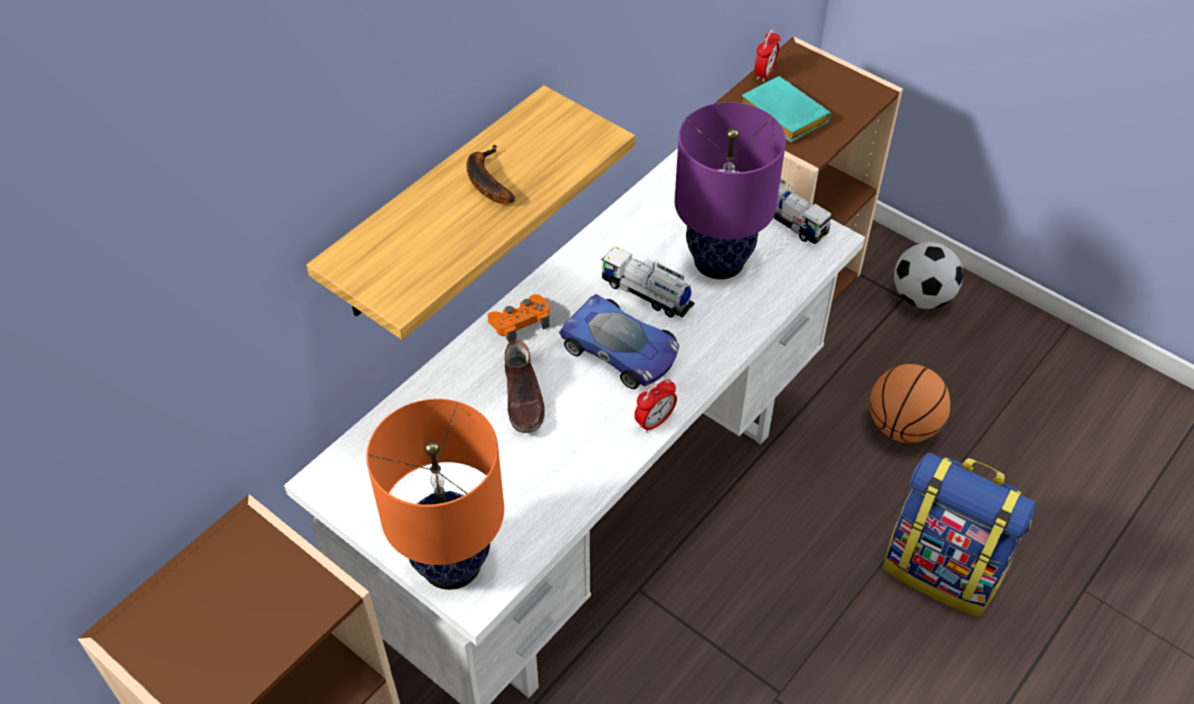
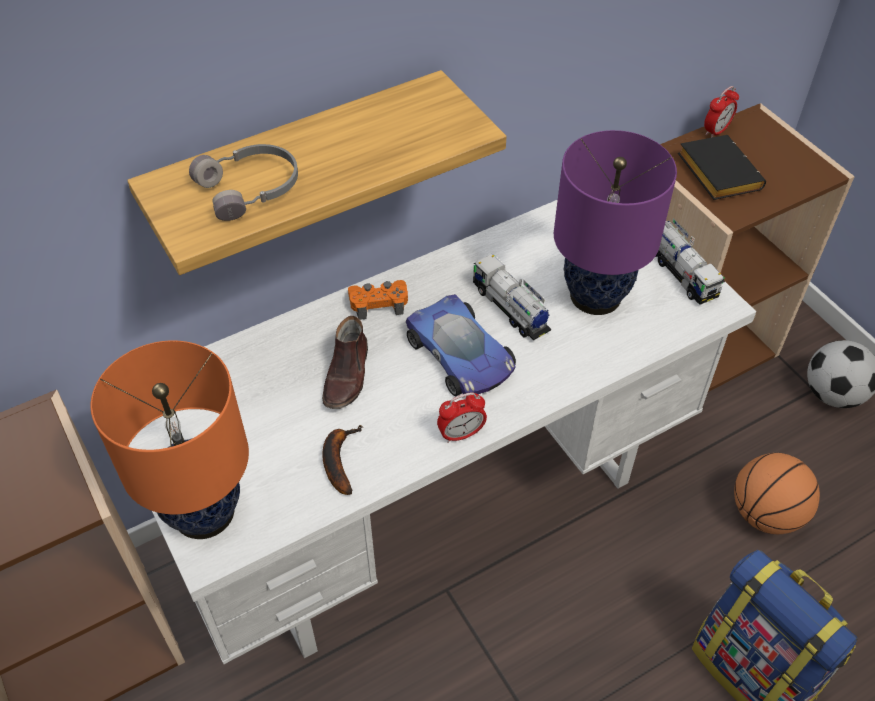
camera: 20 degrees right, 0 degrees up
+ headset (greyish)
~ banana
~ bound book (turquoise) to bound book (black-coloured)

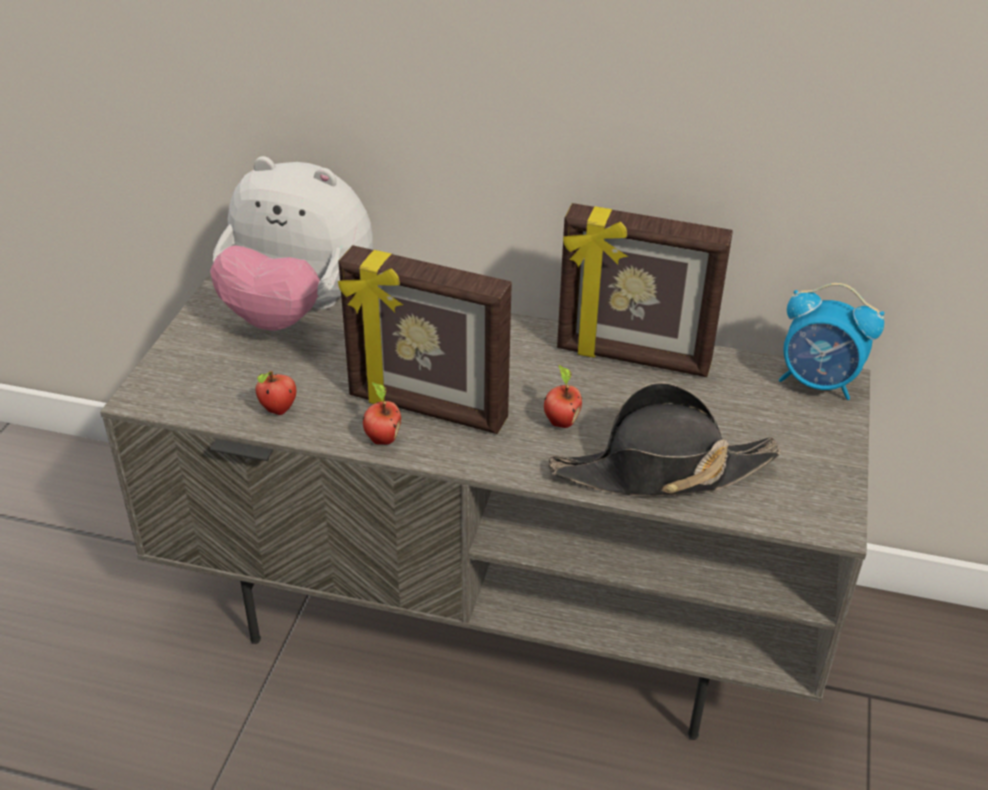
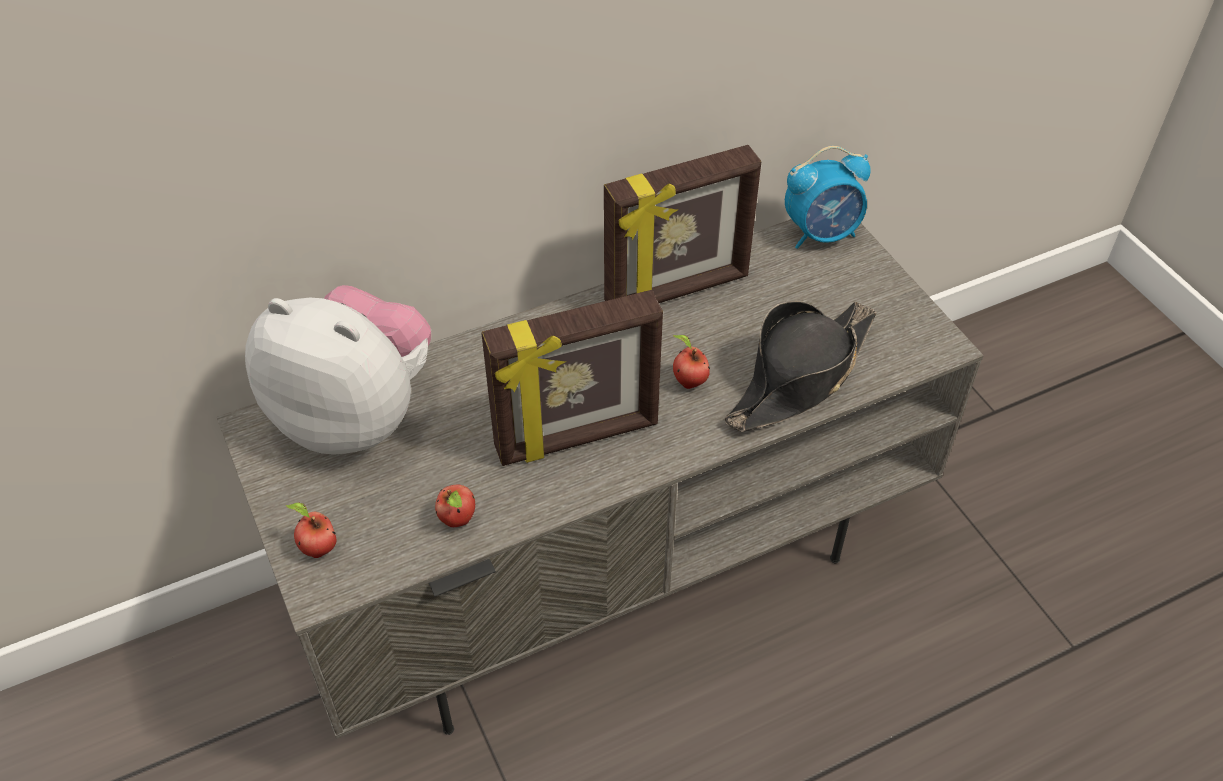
camera: 40 degrees left, 10 degrees up
~ whole apple (2nd from left in the first image) to whole apple (1st from left)
~ cuddly toy 135 degrees counterclockwise

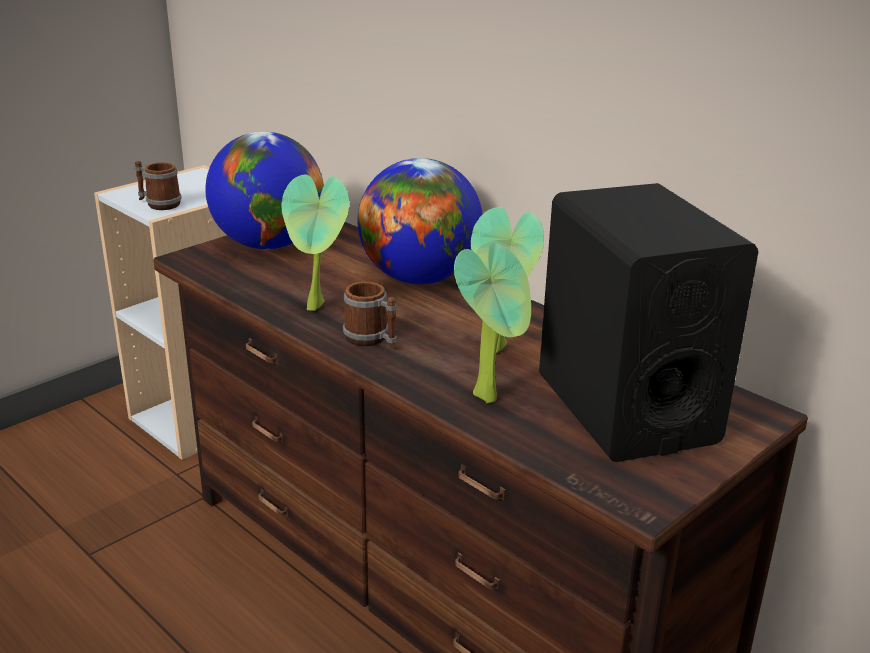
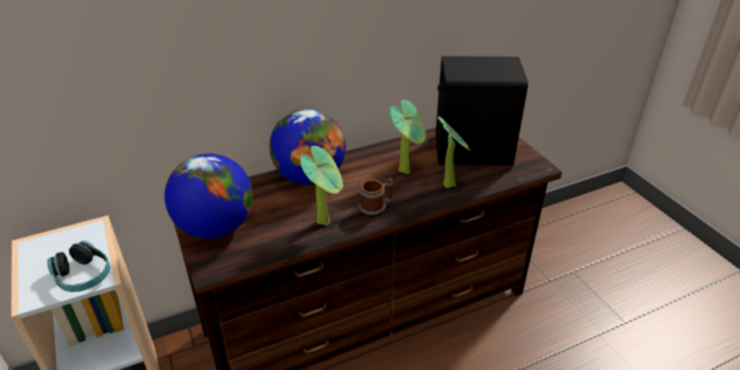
camera: 70 degrees left, 10 degrees up
~ tea mug (1st from left) to headset

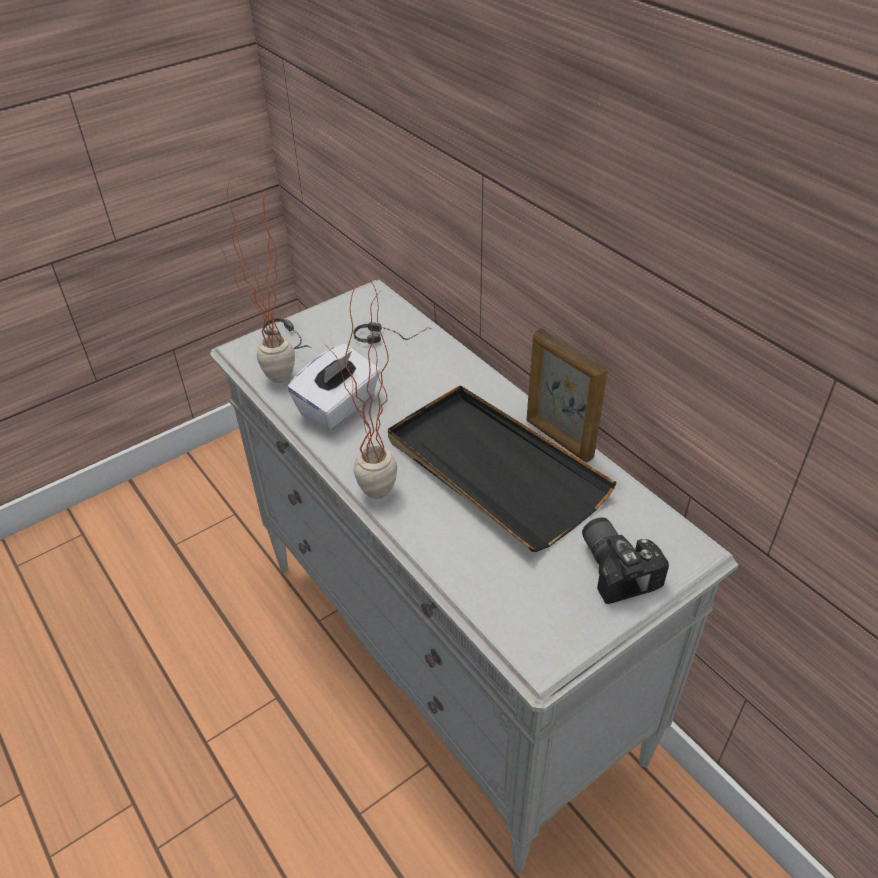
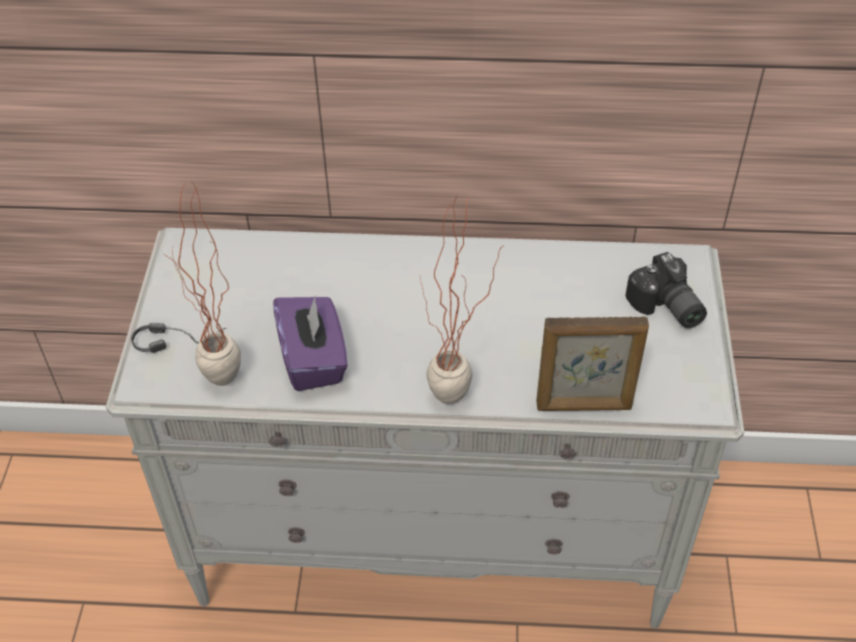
camera: 50 degrees left, 5 degrees up
- headset (2nd from left)
- tray (black-coloured)
~ standing frame
~ box of tissues (whitish) to box of tissues (purplish)
~ still camera 135 degrees counterclockwise

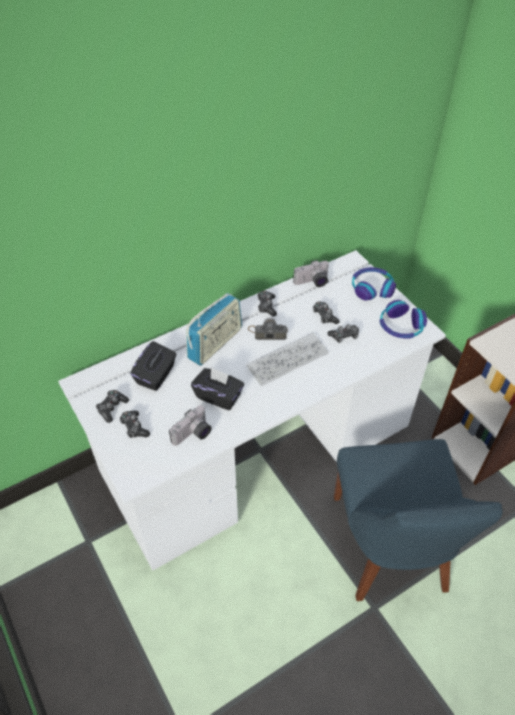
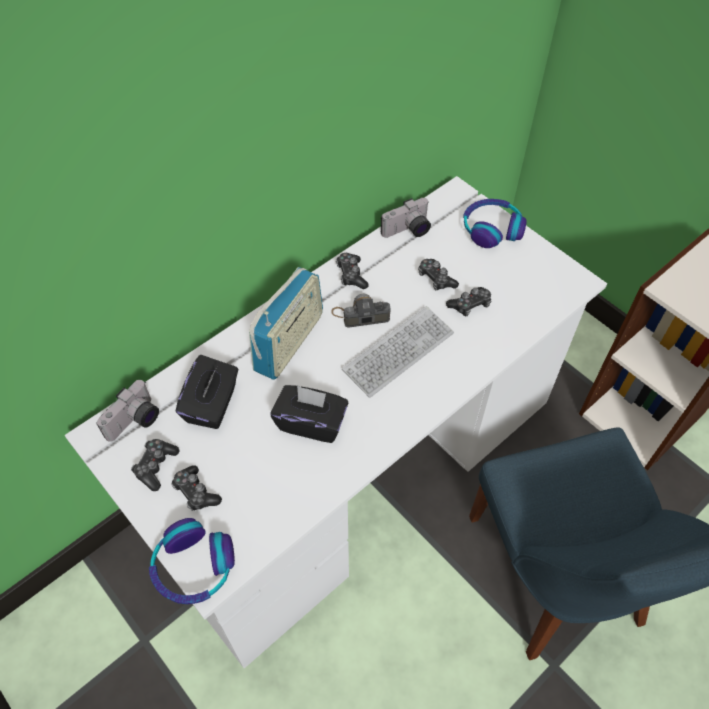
camera: 10 degrees left, 5 degrees up
~ still camera (1st from left)
~ headset (2nd from left in the first image) to headset (1st from left)

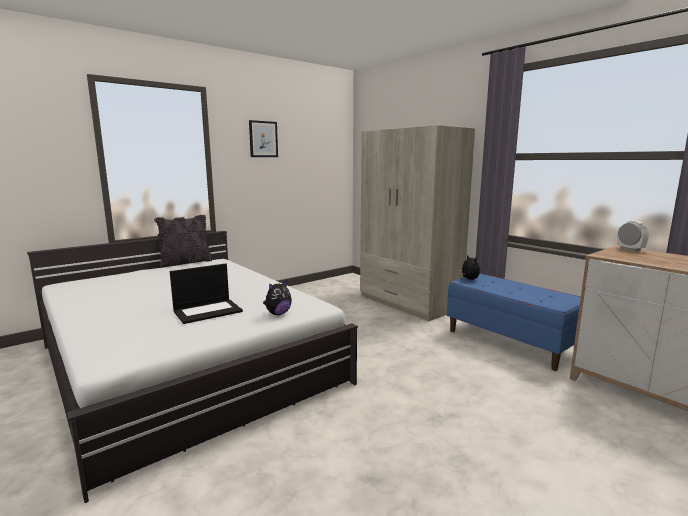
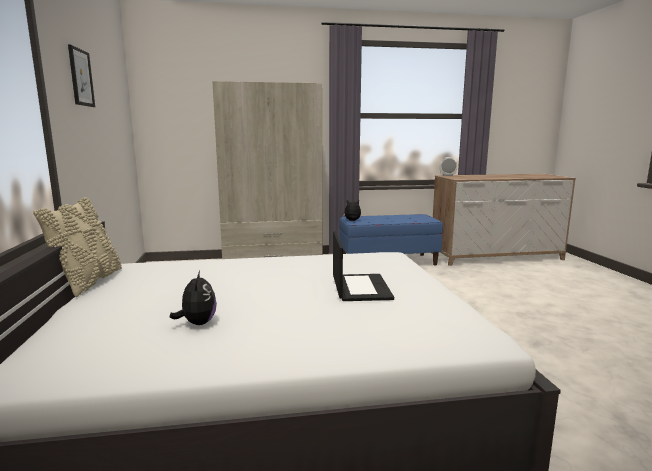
camera: 60 degrees left, 0 degrees up
~ cuddly toy (1st from left)
~ cushion (black-coloured) to cushion (sand-coloured)

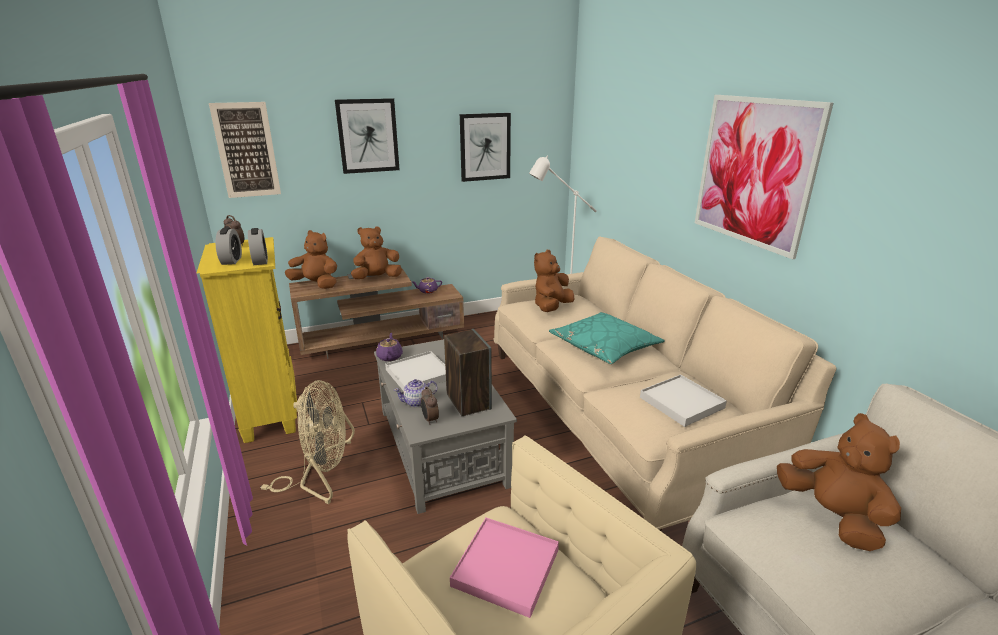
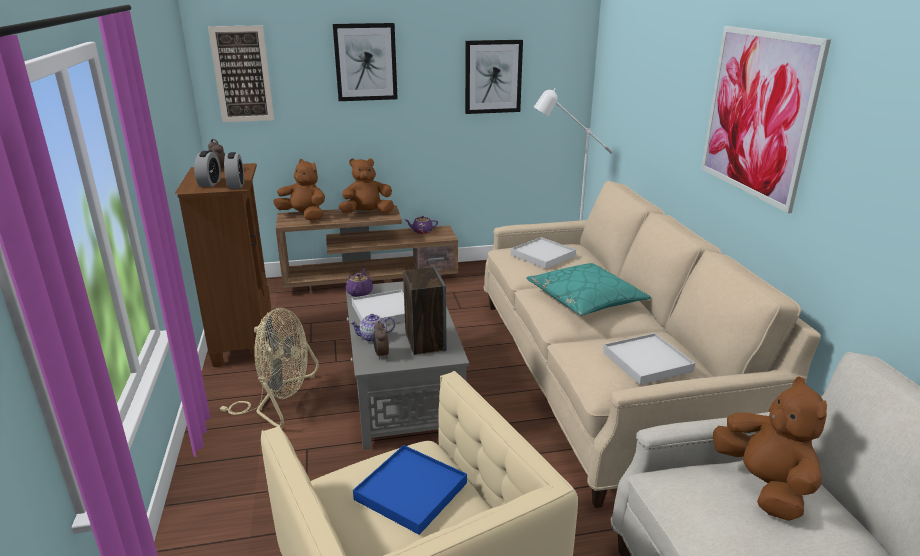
camera: 10 degrees right, 0 degrees up
~ cuddly toy (brown) (3rd from left) to tray (whitish) (2nd from left)
~ storage cabinet (yellow-coloured) to storage cabinet (brown)
~ tray (pinkish) to tray (bluish)

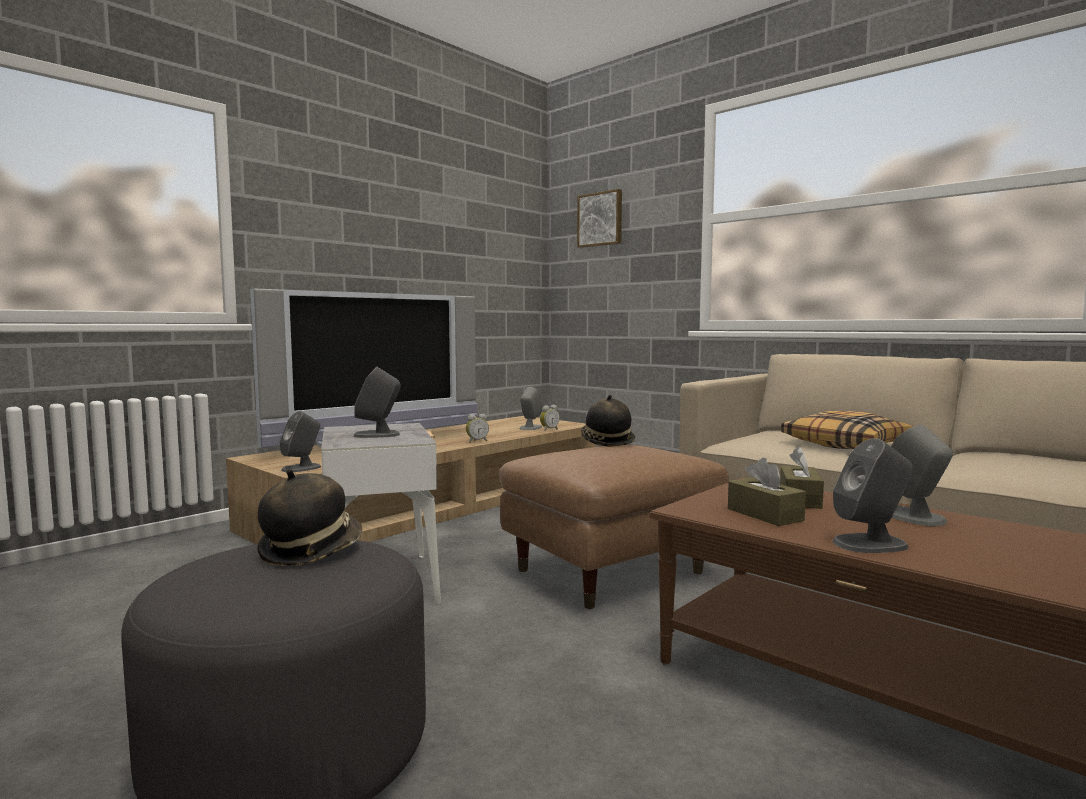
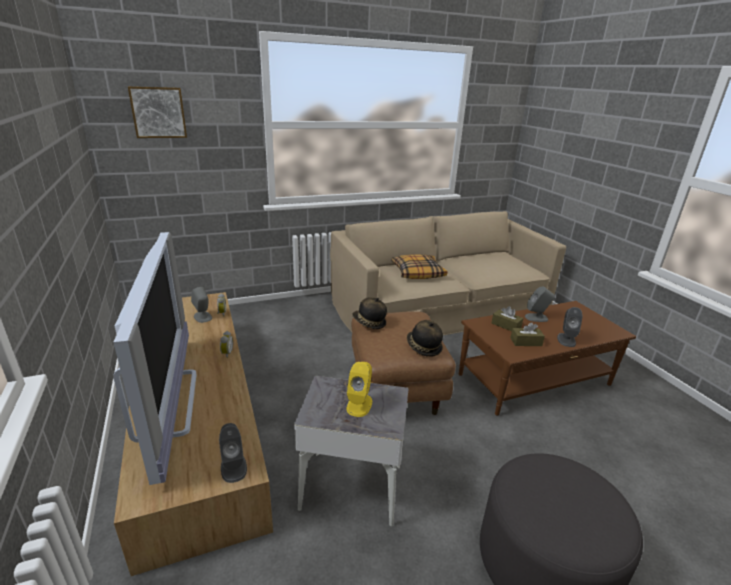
camera: 65 degrees left, 20 degrees up
~ clothing hat (1st from left in the first image) to clothing hat (2nd from left)
~ loudspeaker (greyish) (2nd from left) to loudspeaker (yellow-coloured)

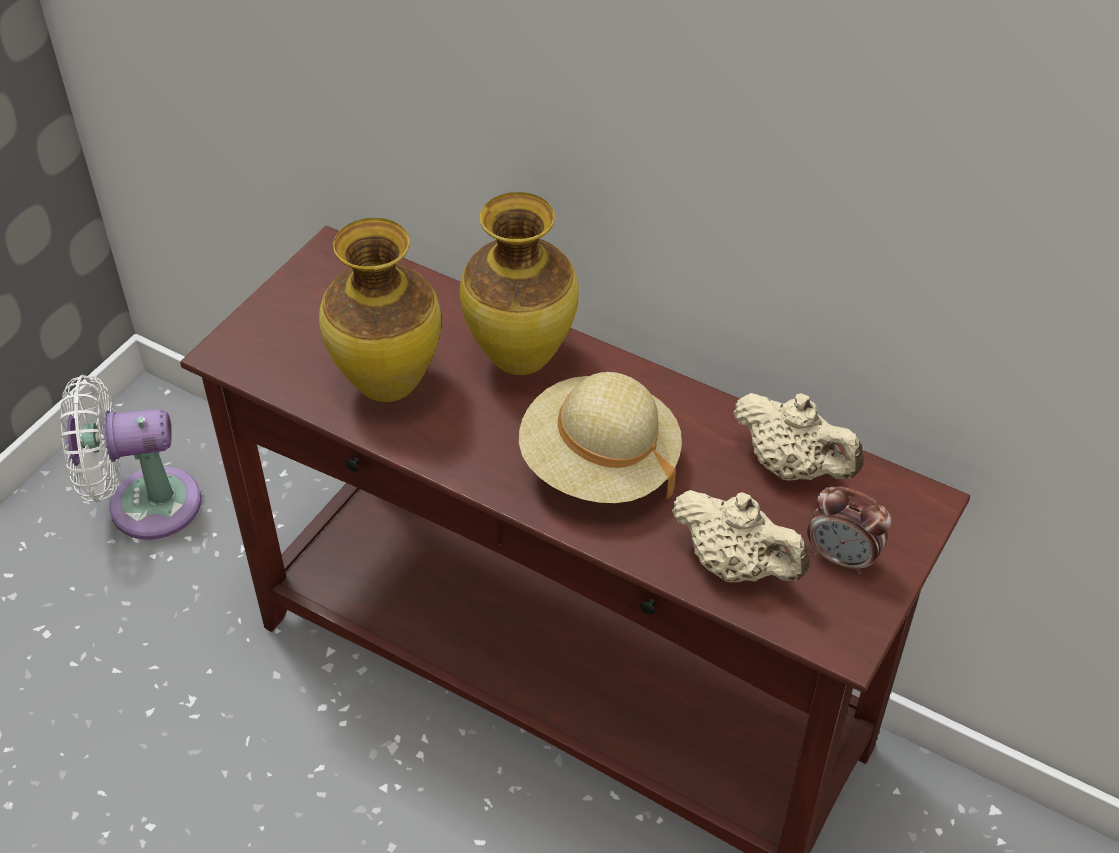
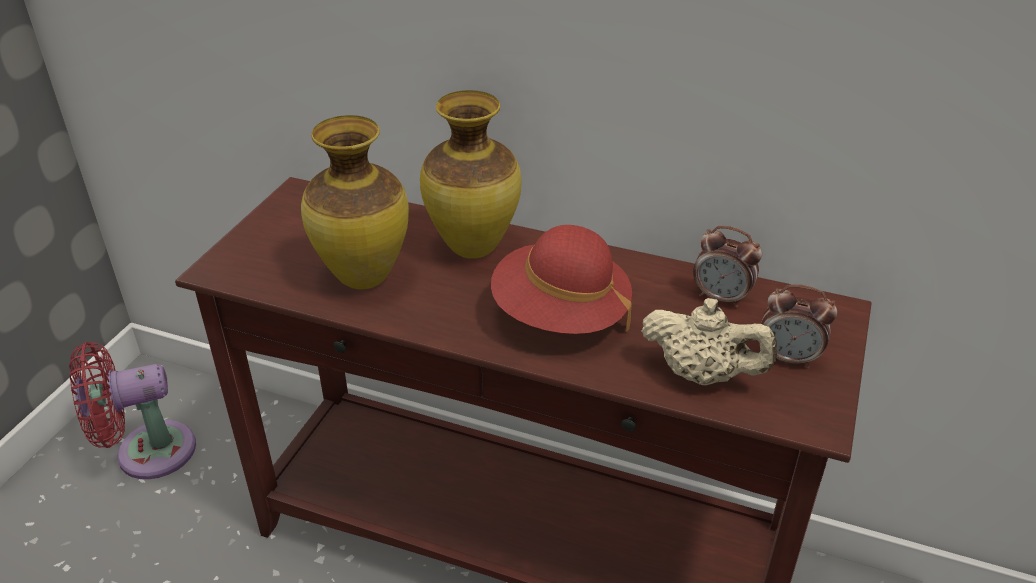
camera: 10 degrees left, 10 degrees down
~ tea pot (sand-coloured) (2nd from left) to bedside clock (1st from left)
~ cooling fan (whitish) to cooling fan (reddish)
~ clothing hat (sand-coloured) to clothing hat (reddish)

